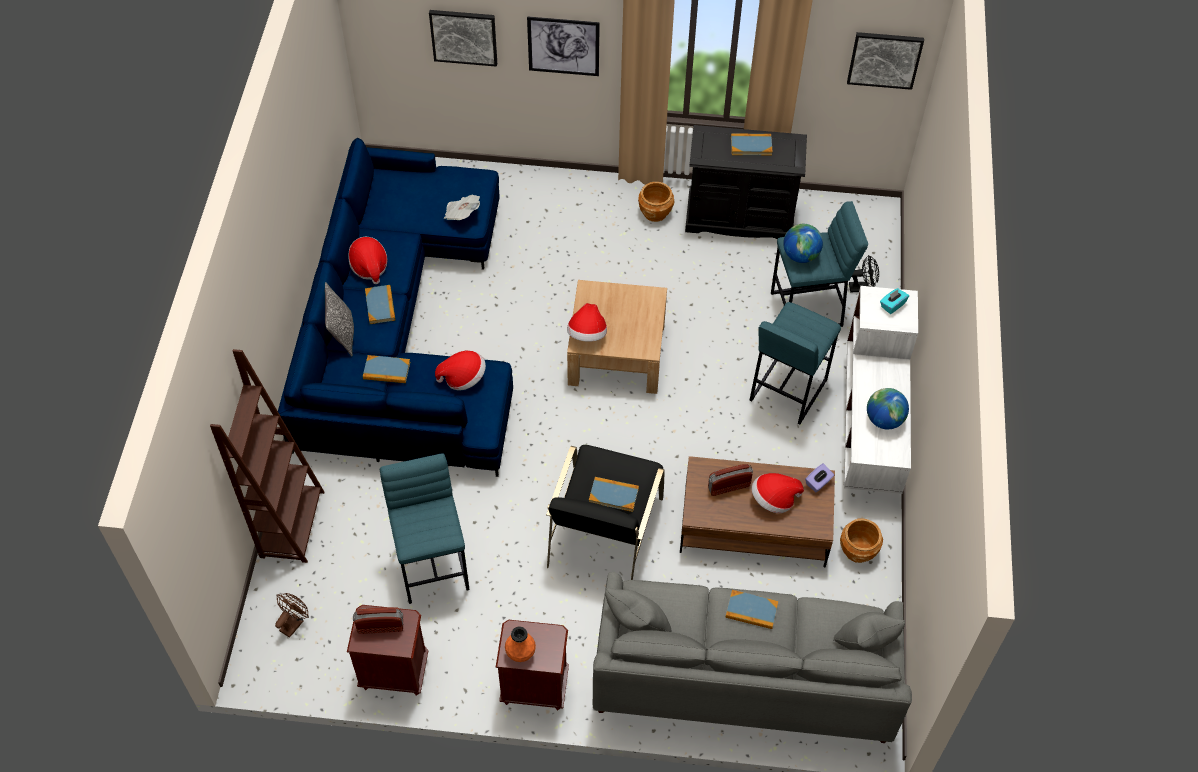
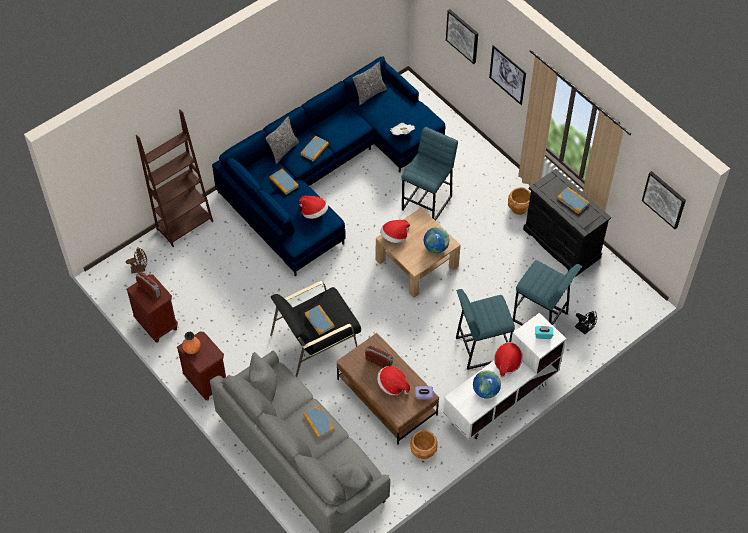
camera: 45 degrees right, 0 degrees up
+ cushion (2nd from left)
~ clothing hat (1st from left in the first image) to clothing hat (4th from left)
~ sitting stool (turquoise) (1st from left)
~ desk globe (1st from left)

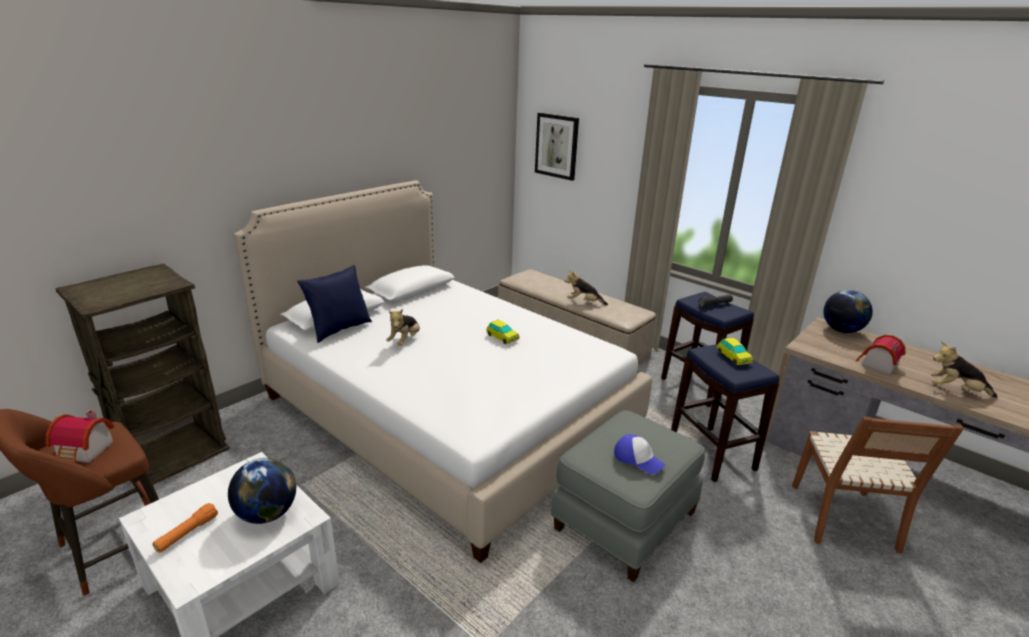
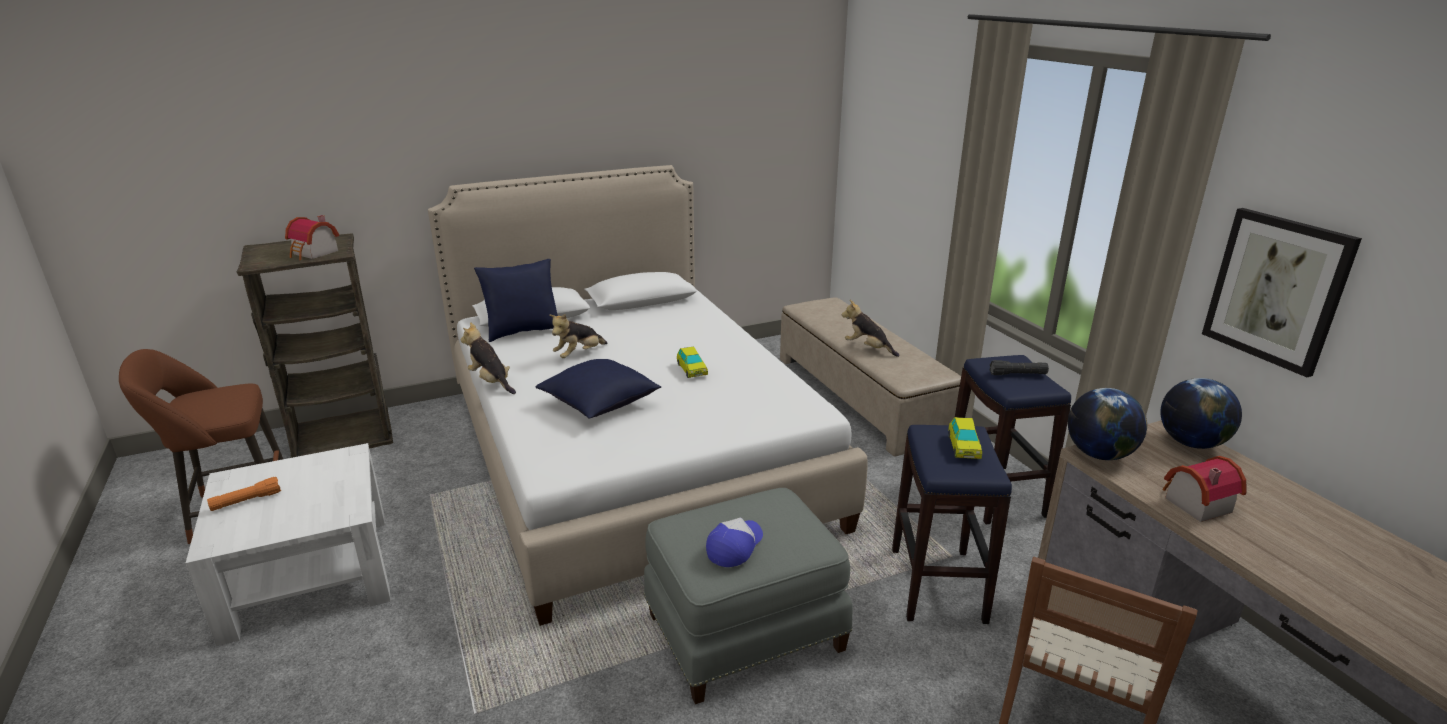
camera: 25 degrees right, 0 degrees up
+ cushion (bluish) (2nd from left)
~ miniature house (1st from left)
~ desk globe (1st from left)
~ picture
~ cuddly toy (3rd from left in the first image) to cuddly toy (1st from left)
~ cap 120 degrees counterclockwise

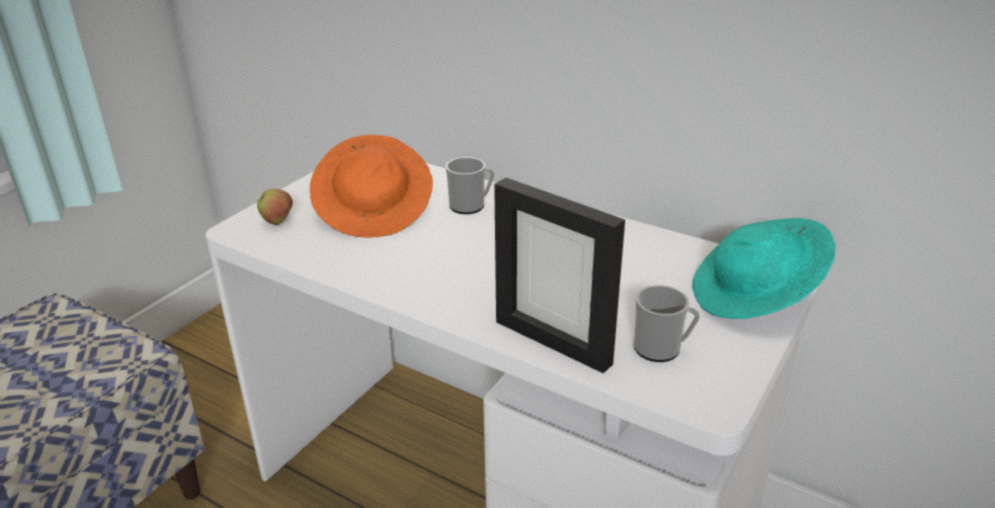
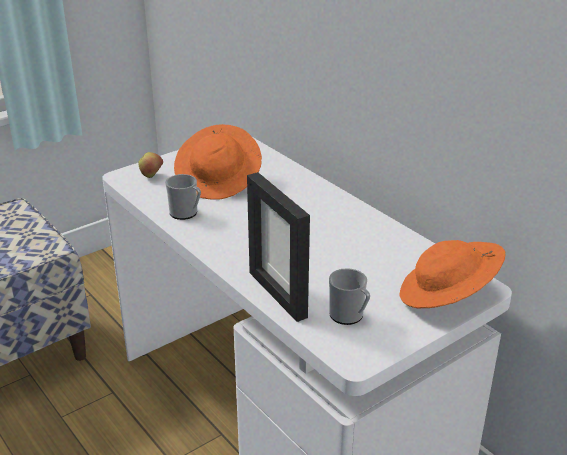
camera: 20 degrees right, 0 degrees up
~ tea mug (1st from left)
~ clothing hat (turquoise) to clothing hat (orangey) (2nd from left)

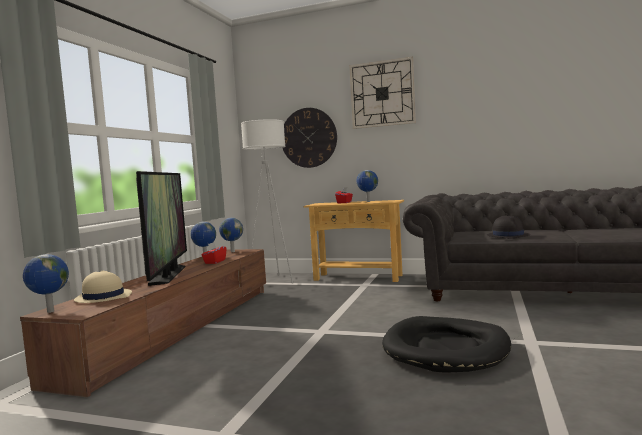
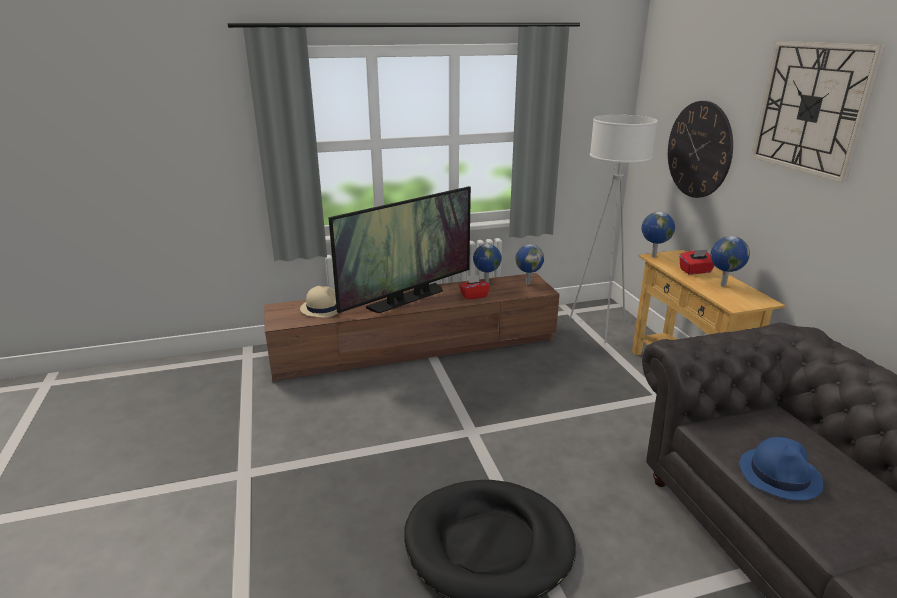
camera: 55 degrees right, 20 degrees up
~ desk globe (1st from left in the first image) to desk globe (3rd from left)
~ clothing hat (black-coloured) to clothing hat (bluish)

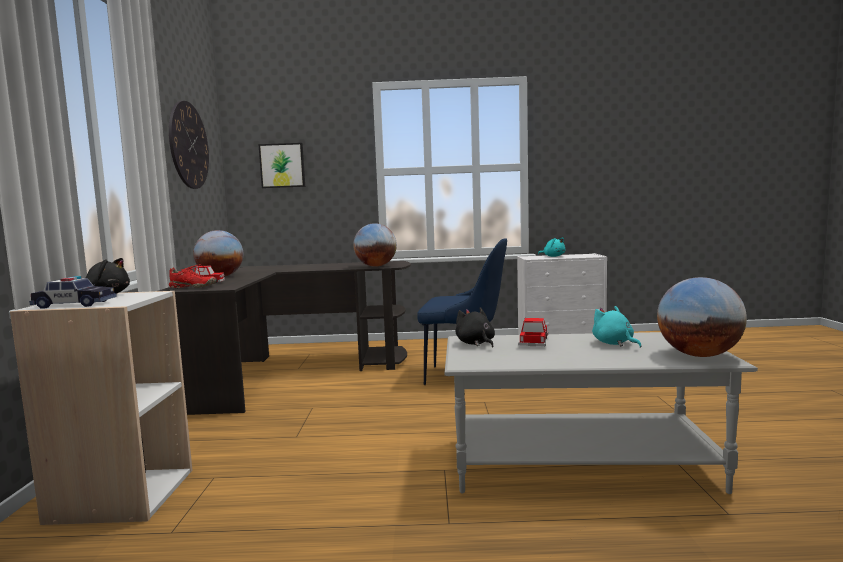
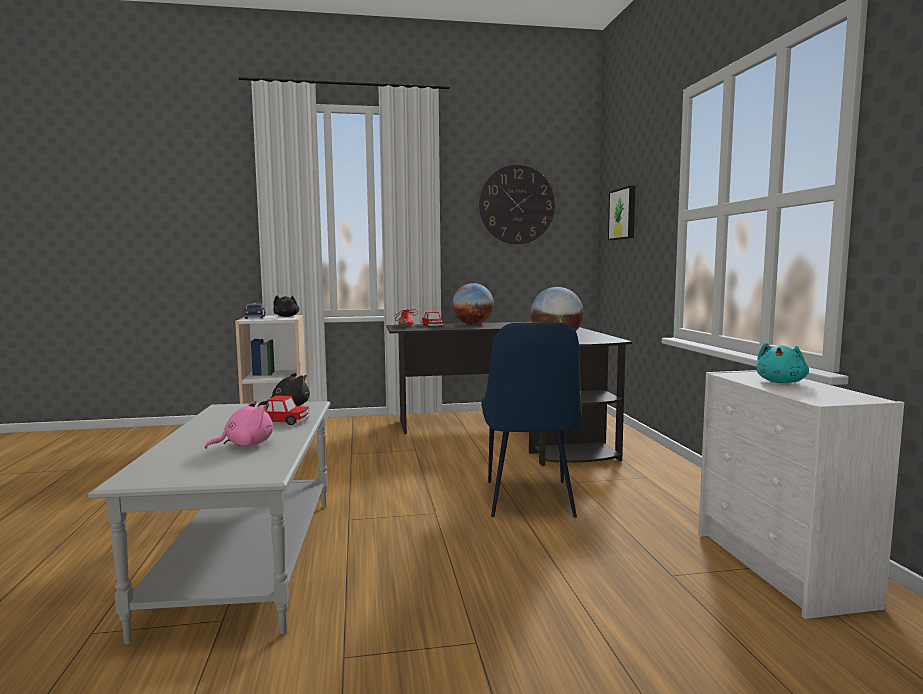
camera: 80 degrees right, 0 degrees up
- desk globe (3rd from left)
~ cuddly toy (turquoise) (2nd from left) to cuddly toy (pinkish)

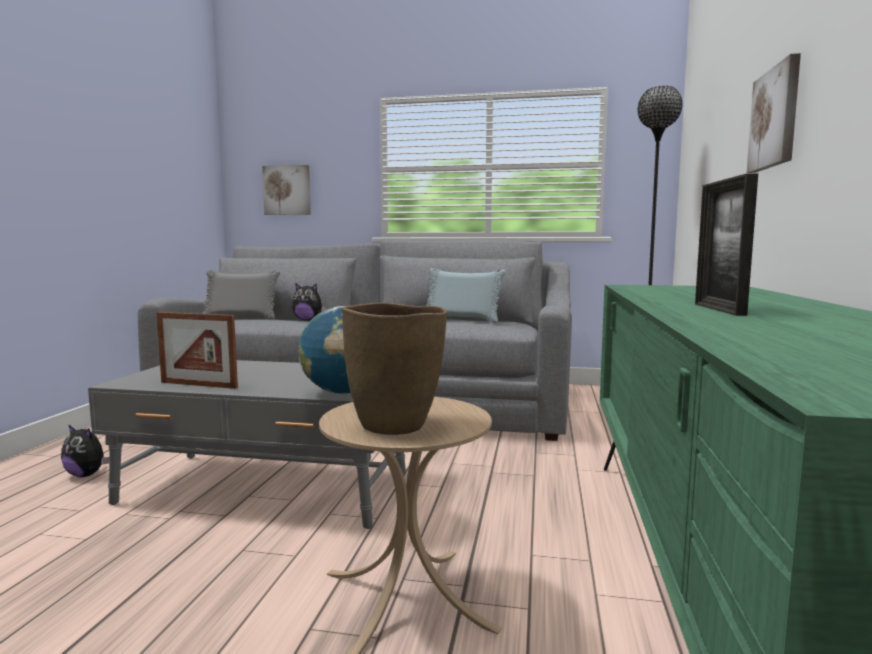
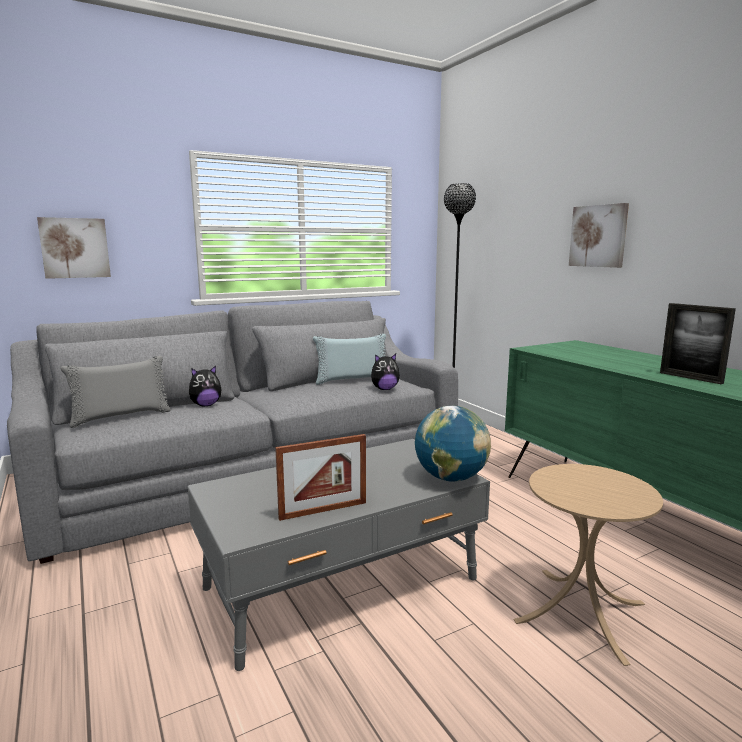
camera: 40 degrees left, 5 degrees up
- vase (brown)
~ cuddly toy (1st from left in the first image) to cuddly toy (2nd from left)

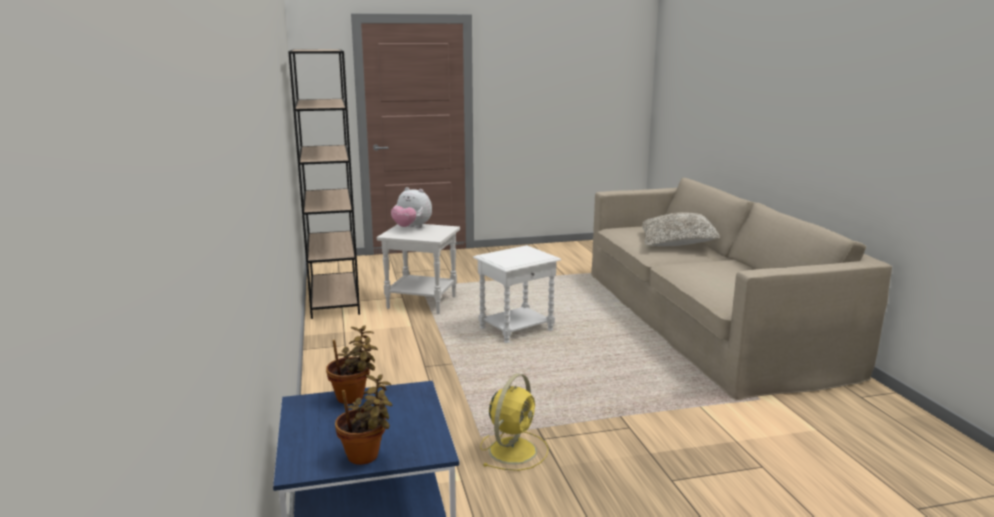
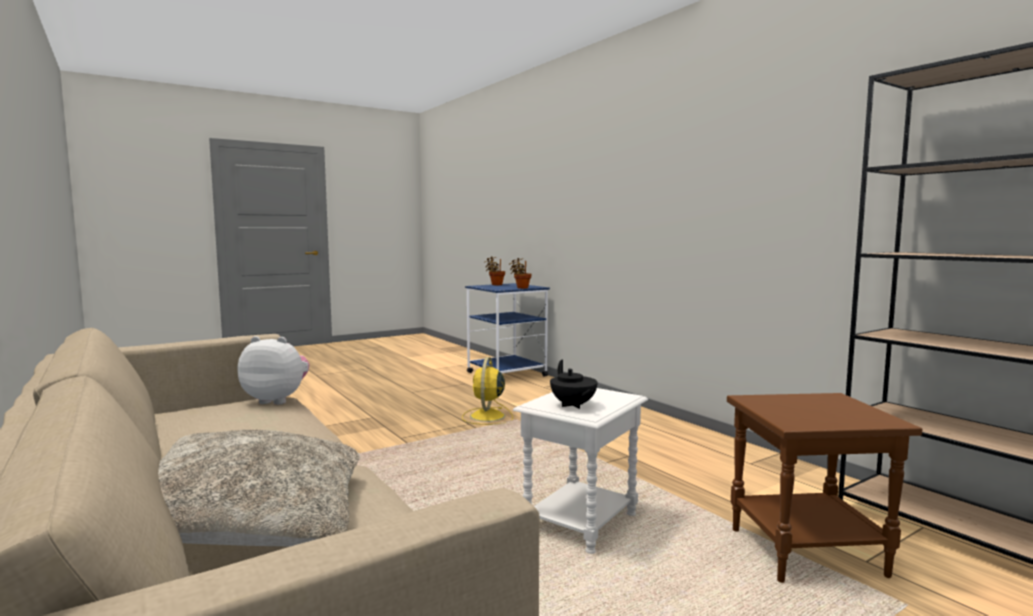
camera: 160 degrees right, 10 degrees down
+ tea pot (black-coloured)
~ cuddly toy
~ side table (whitish) (1st from left) to side table (brown)

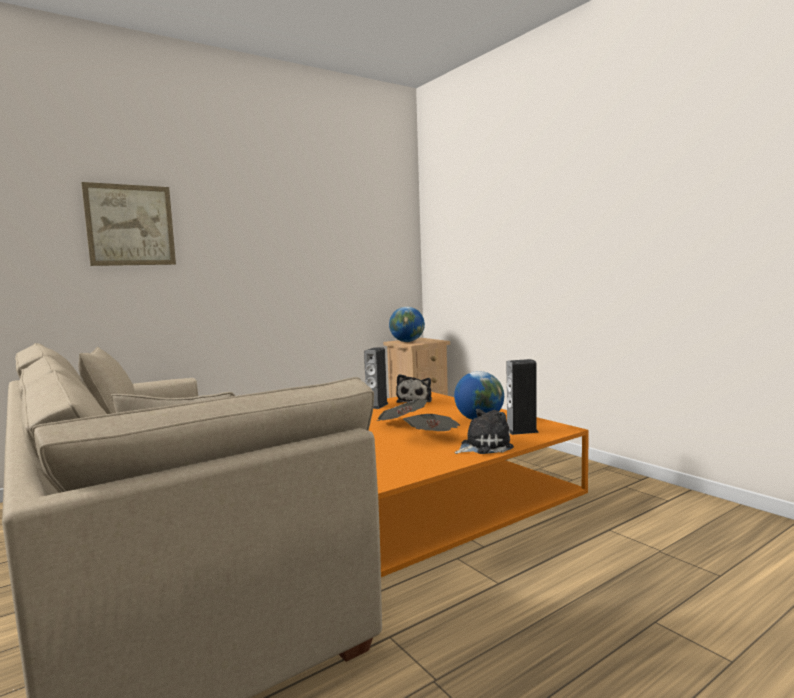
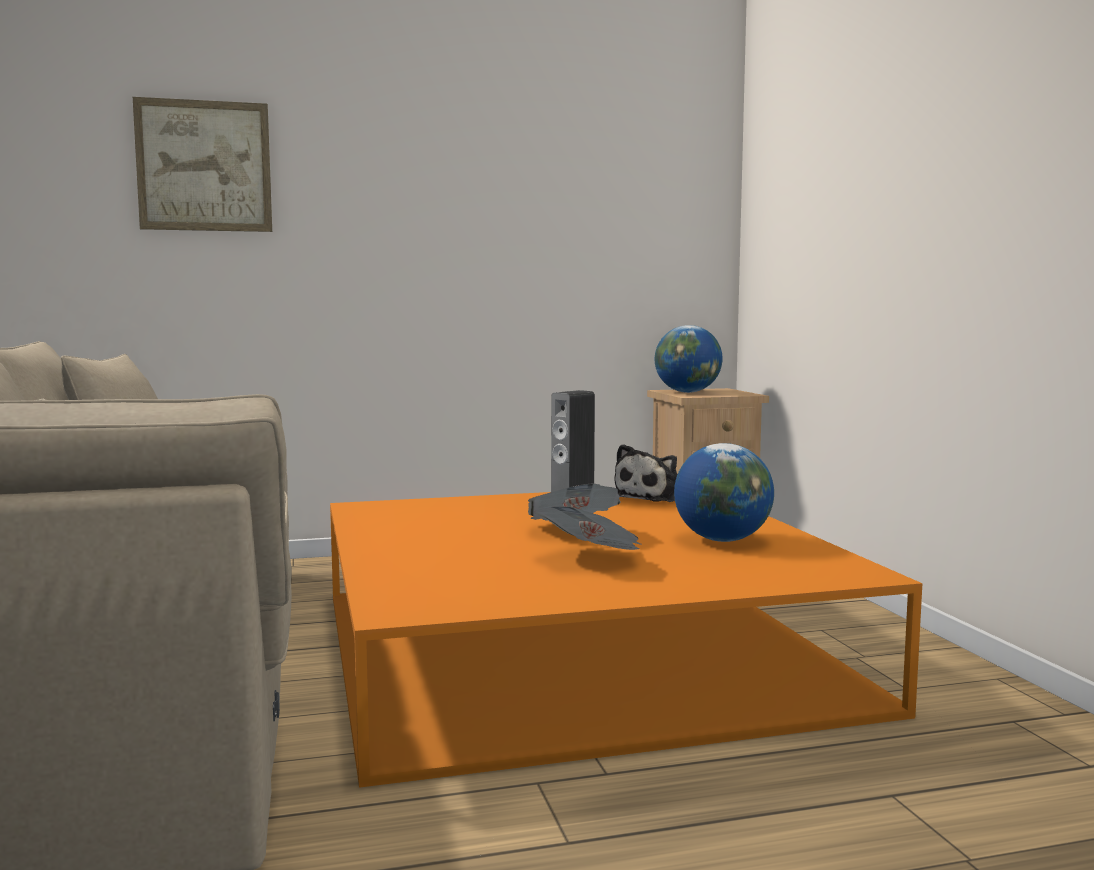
camera: 20 degrees right, 0 degrees up
- cuddly toy (2nd from left)
- loudspeaker (2nd from left)

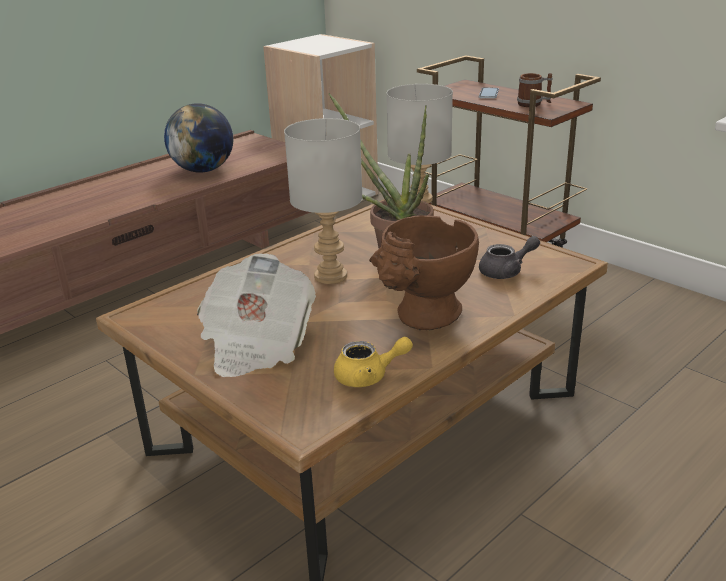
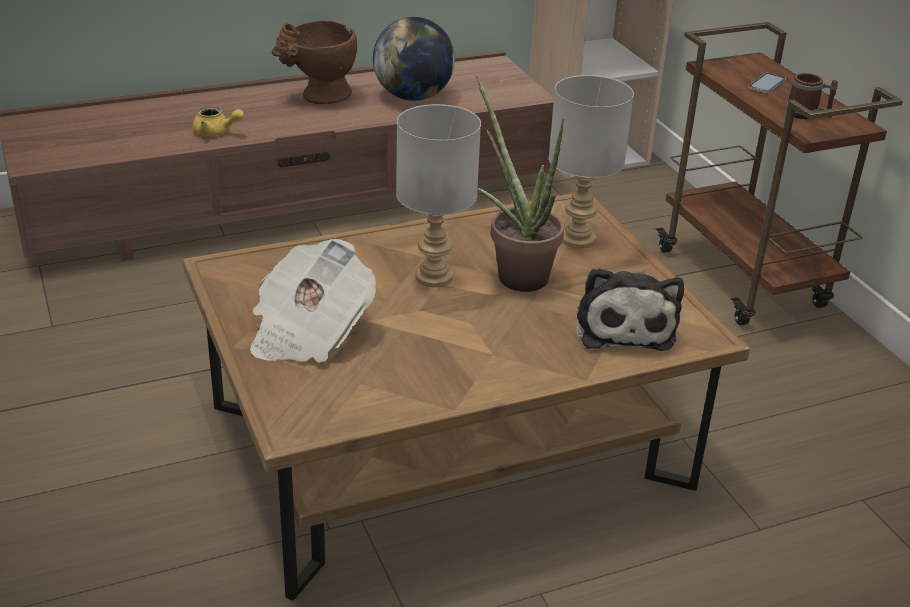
camera: 20 degrees right, 5 degrees up
~ tea pot (yellow-coloured)
~ vase (brown)
~ tea pot (greyish) to cuddly toy

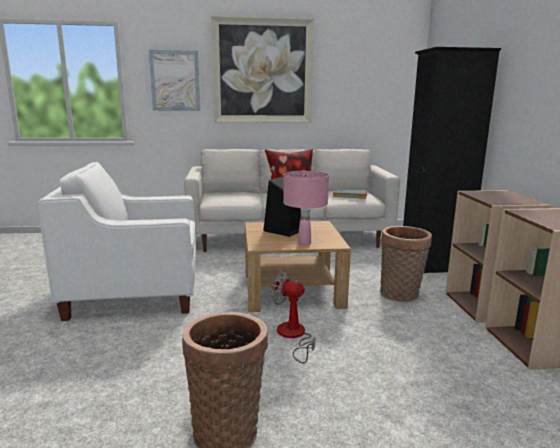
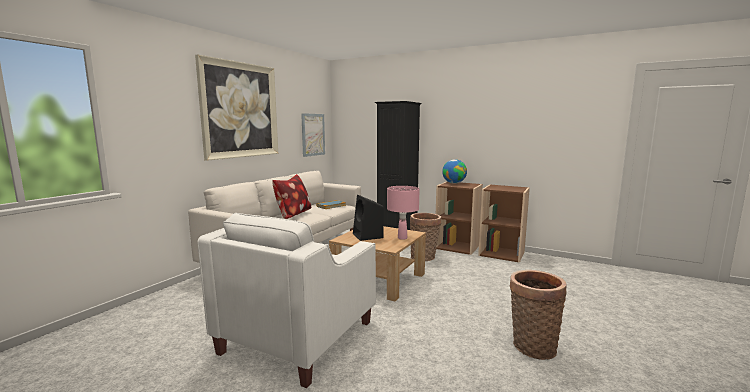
camera: 55 degrees left, 5 degrees down
- cooling fan
+ desk globe
~ picture (1st from left in the first image) to picture (2nd from left)

